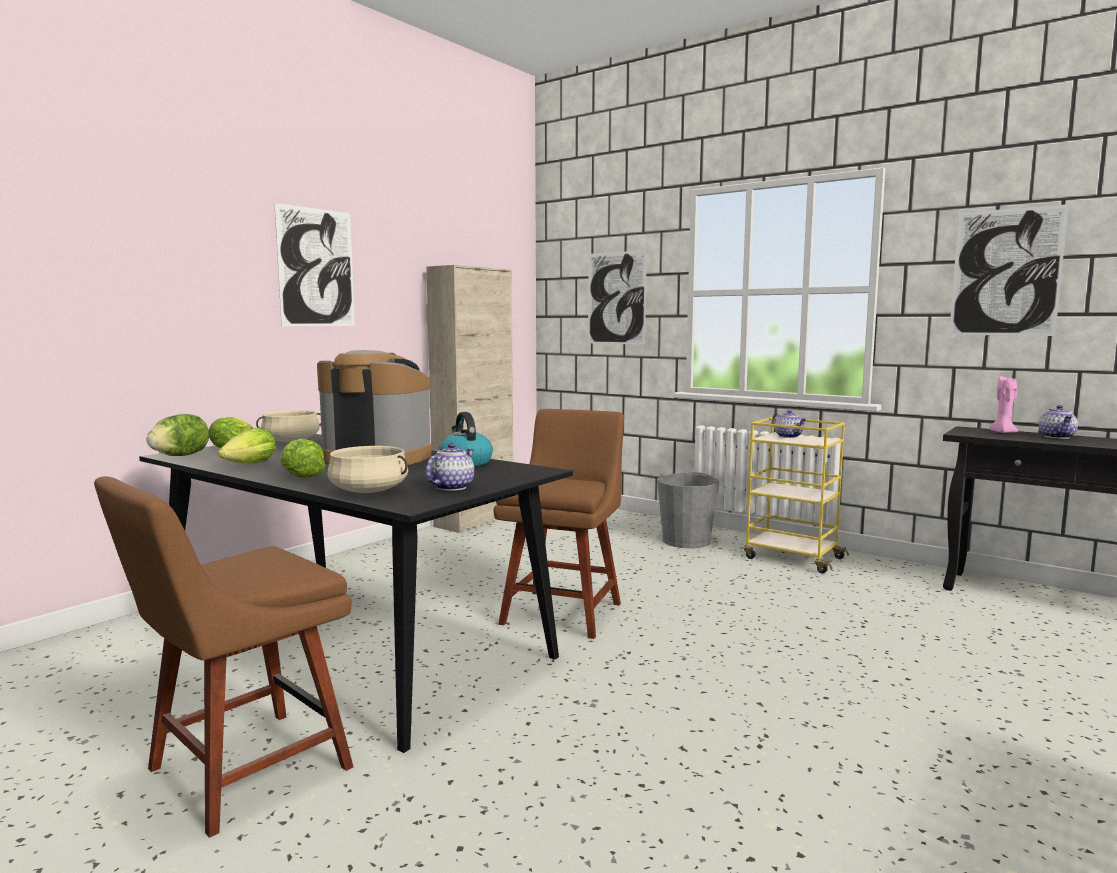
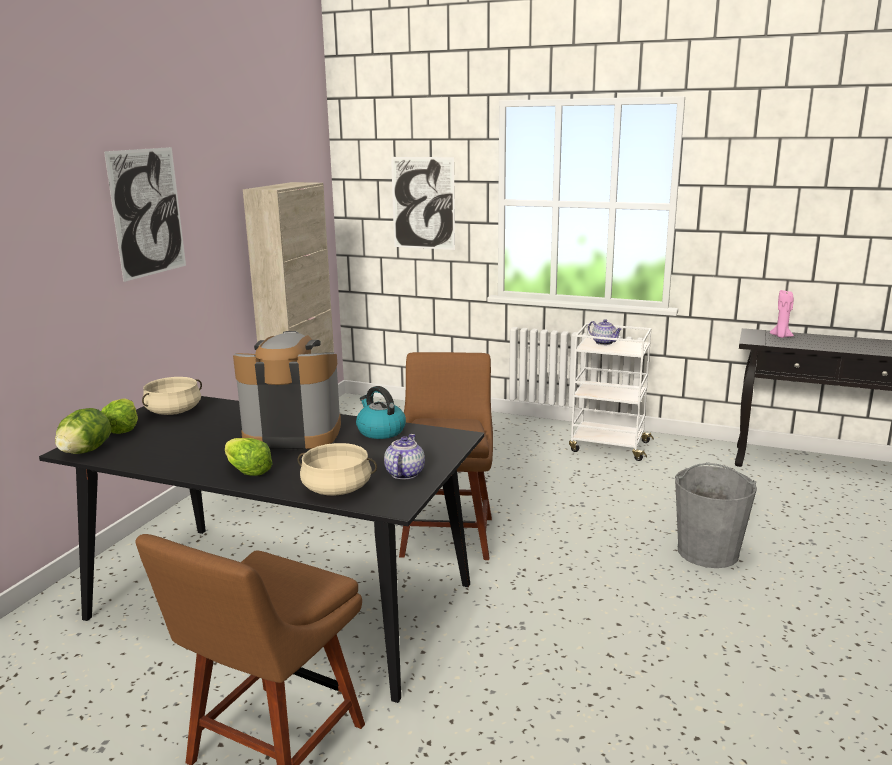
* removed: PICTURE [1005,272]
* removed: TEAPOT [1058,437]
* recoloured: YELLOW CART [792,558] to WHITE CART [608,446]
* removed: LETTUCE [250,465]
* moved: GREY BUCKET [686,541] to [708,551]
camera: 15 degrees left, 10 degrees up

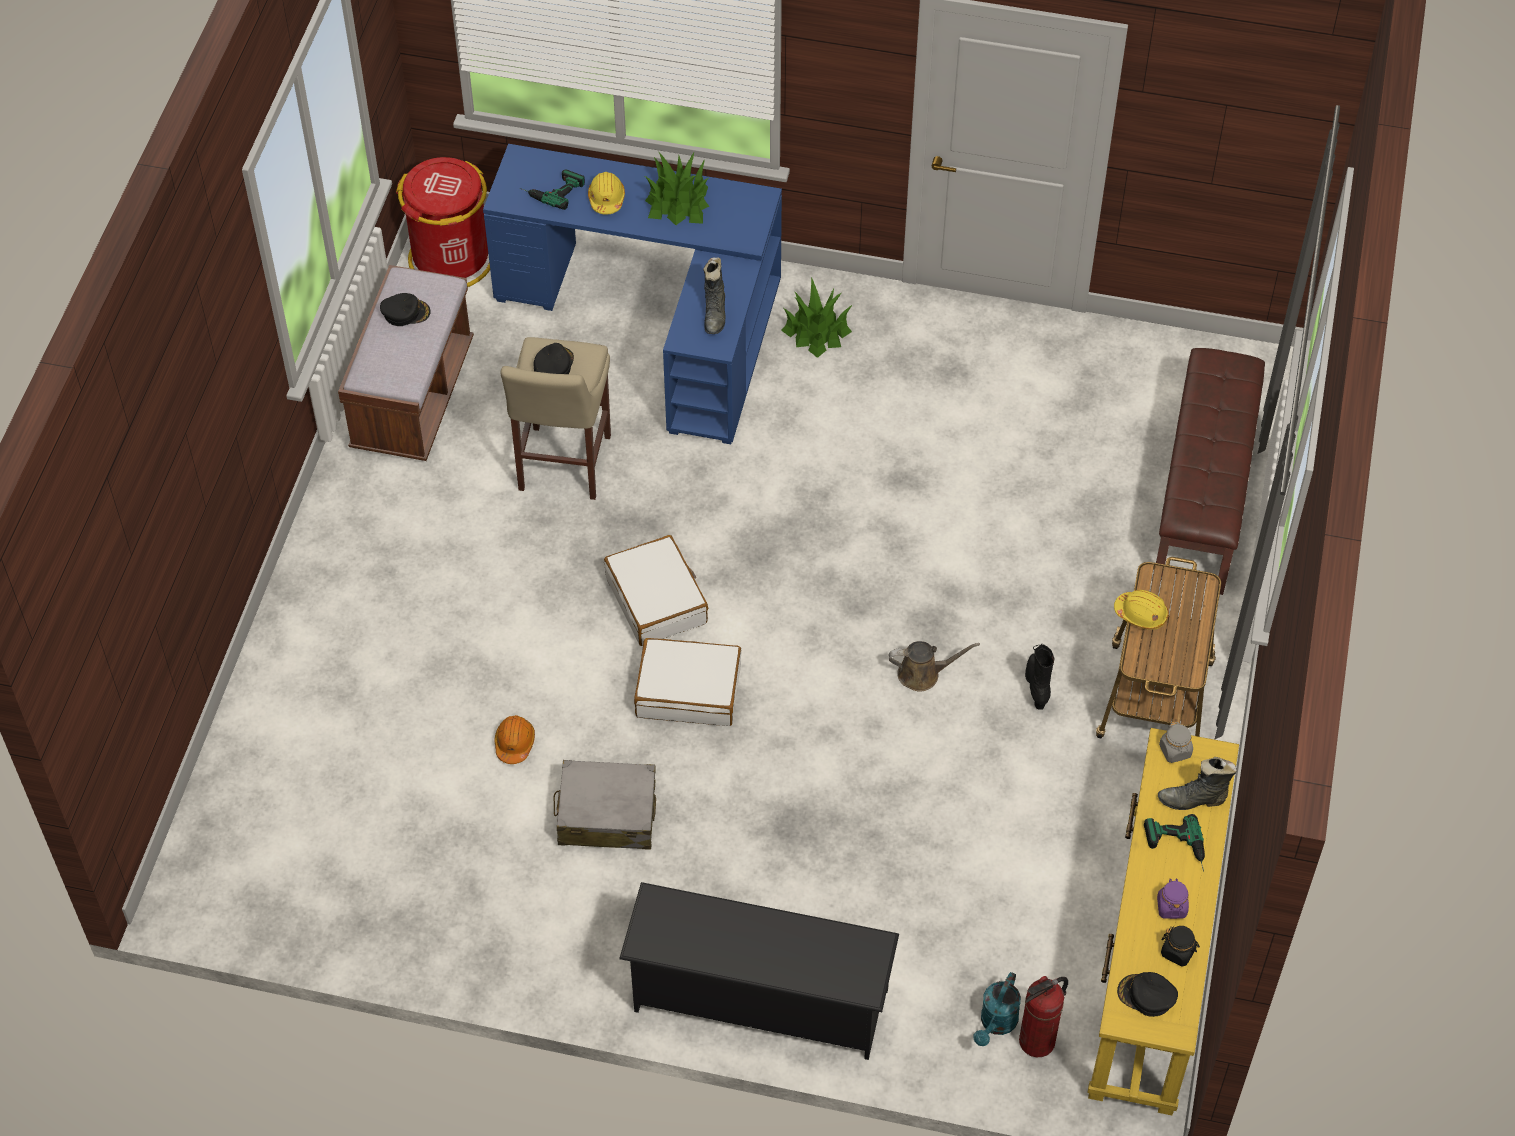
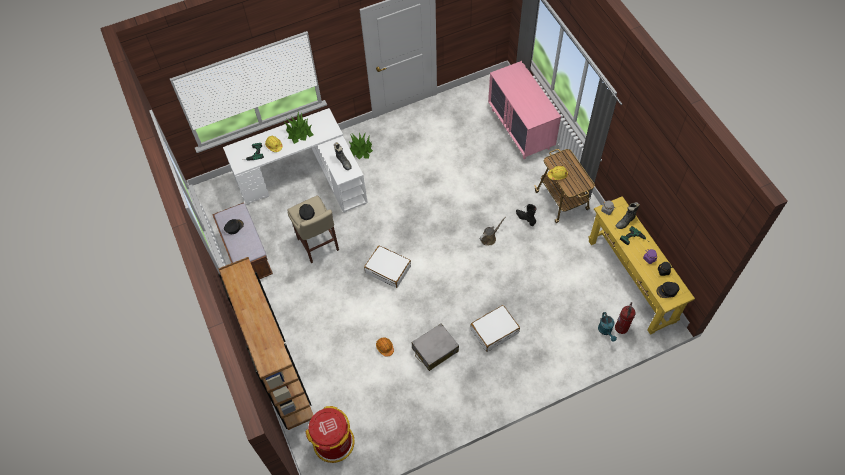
* recoloured: BLUE DESK [658,319] to WHITE DESK [306,177]
* moved: RED TRASH CAN [451,259] to [334,442]
* replaced: BROWN BENCH [1203,497] to PINK DRESSER [520,129]
* moved: WHITE SUITCASE [688,691] to [494,331]
* removed: BLACK SHOE RACK [759,1000]
* added: BROWN BOOKCASE [283,378]
camera: 35 degrees left, 5 degrees up

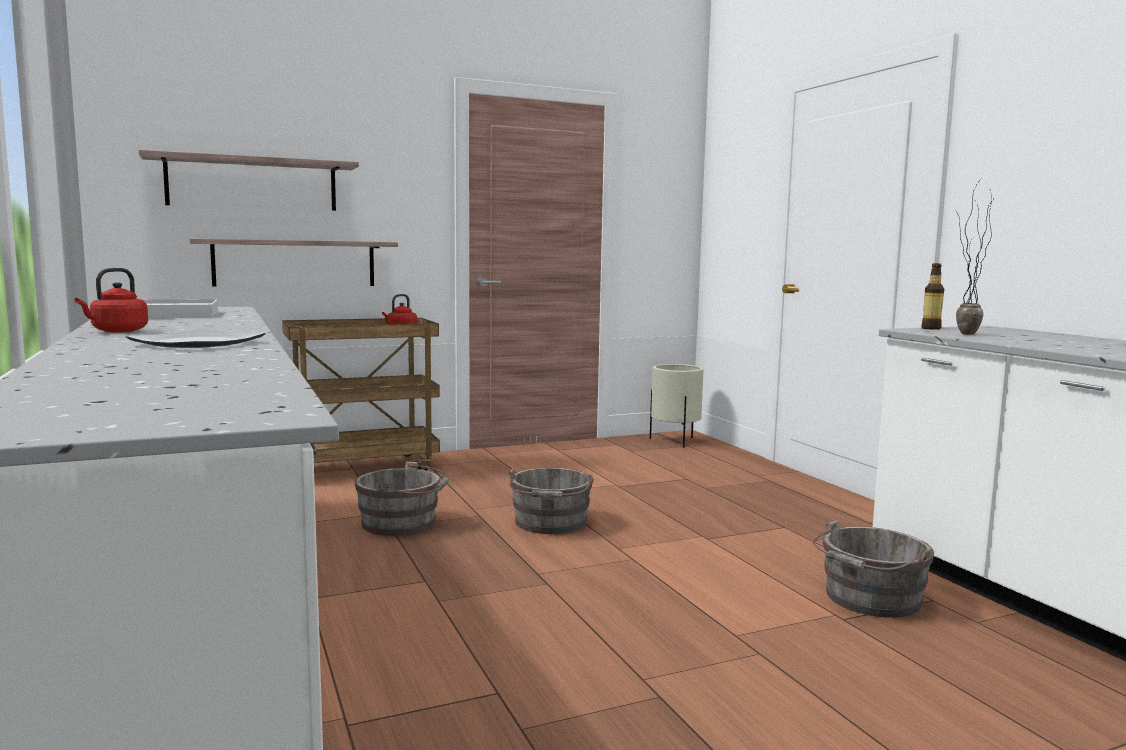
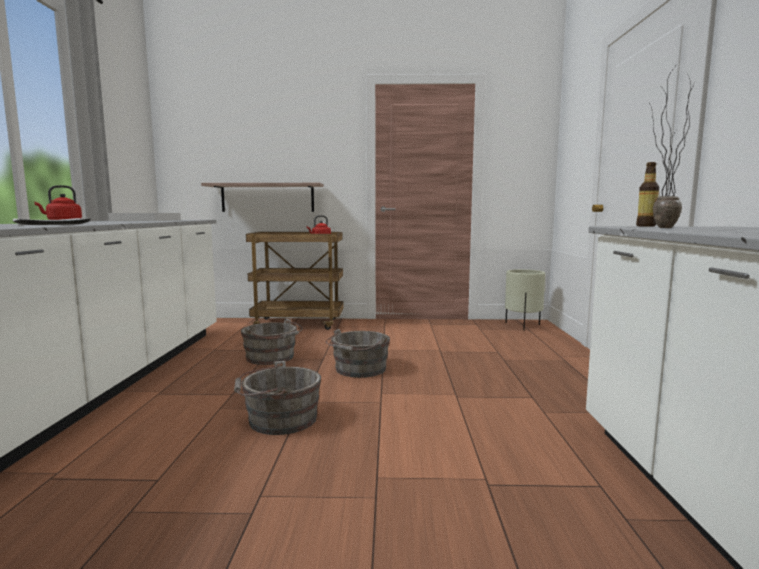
* removed: SHELF [252,184]
* moved: GREY BUCKET [869,599] to [278,420]
camera: 25 degrees right, 0 degrees up

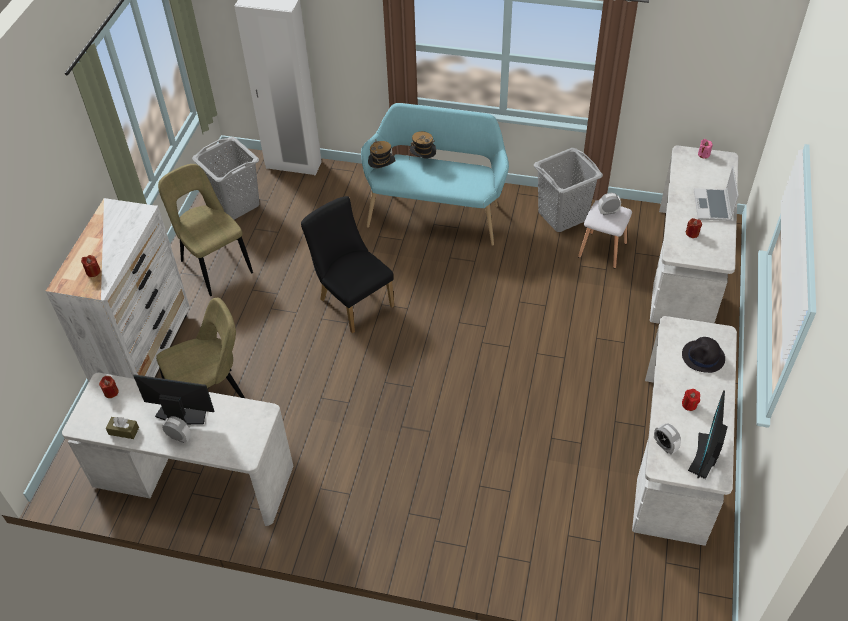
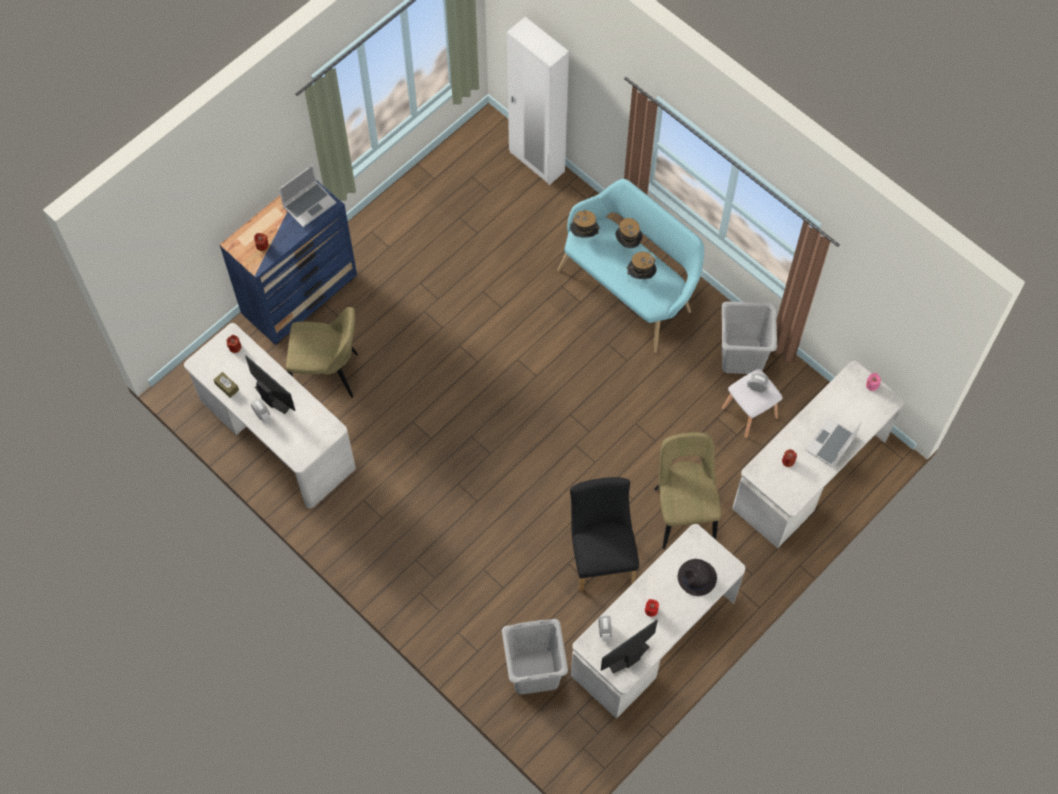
* moved: GREY LAUNDRY BASKET [236,204] to [534,671]
* moved: BEIGE CHAIR [214,265] to [683,512]
* moved: BLACK CHAIR [352,300] to [601,554]
* recoloured: WHITE DRESSER [145,351] to BLUE DRESSER [301,297]
* added: LAPTOP [309,204]
* added: HAT [641,275]
camera: 30 degrees right, 15 degrees up

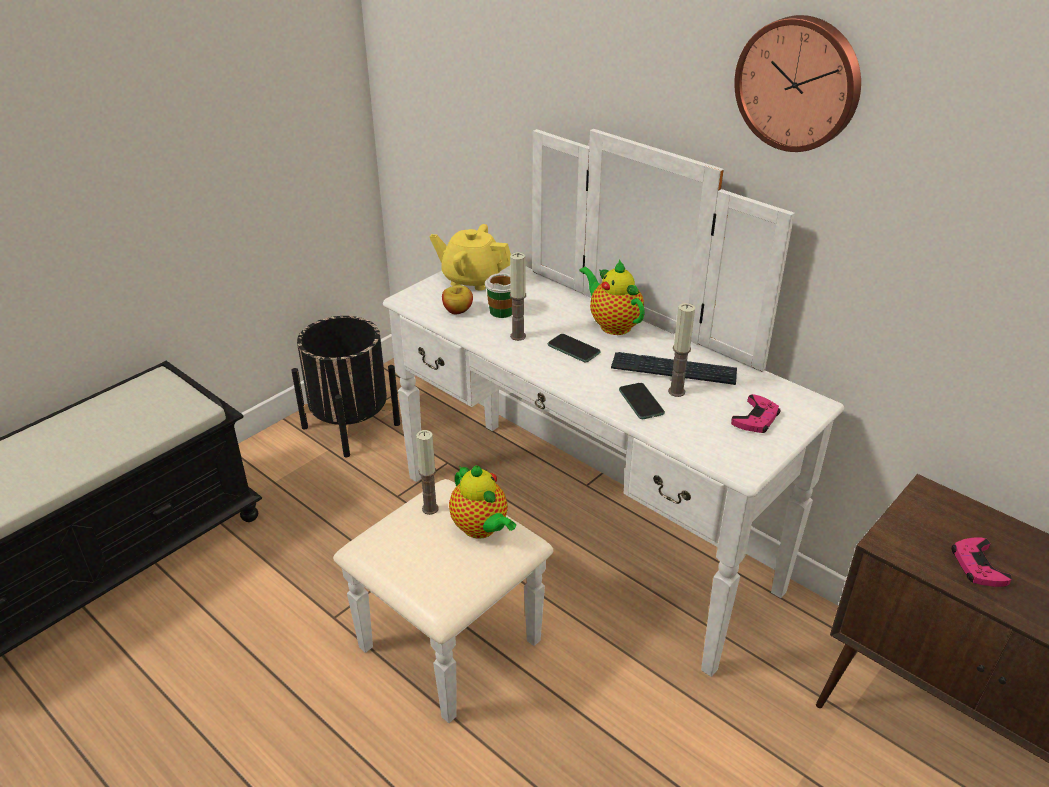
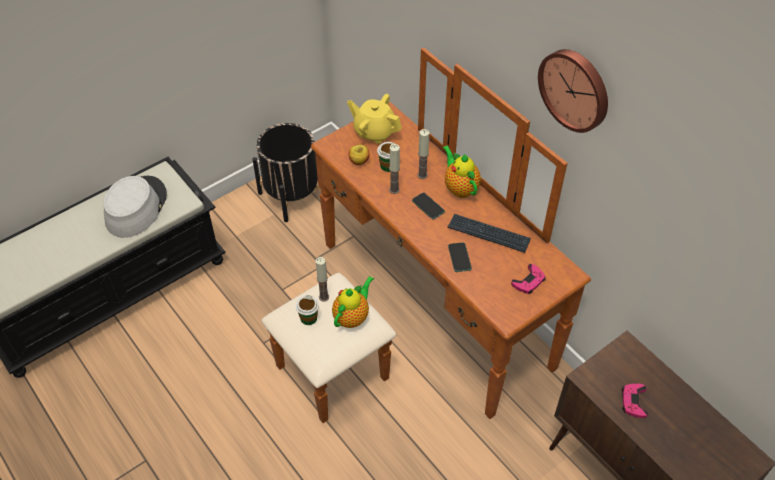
* recoloured: WHITE DRESSER [558,555] to BROWN DRESSER [413,319]
* moved: CANDLE [676,391] to [422,175]
* turned: TEAPOT [481,529] = [352,316] 120 degrees counterclockwise
* added: GREY HAT [135,207]
* added: CUP [308,318]
camera: 10 degrees right, 15 degrees up

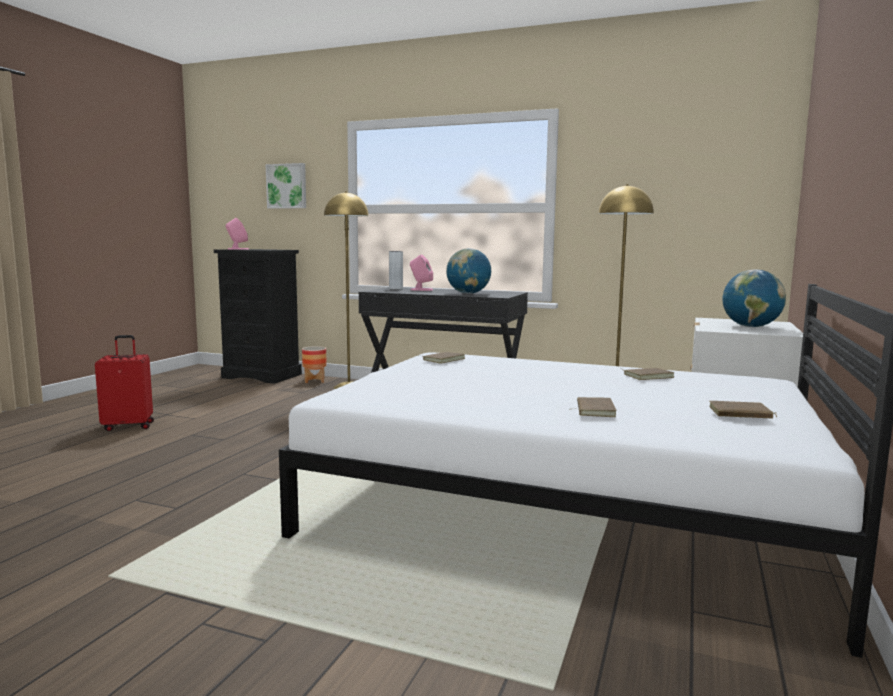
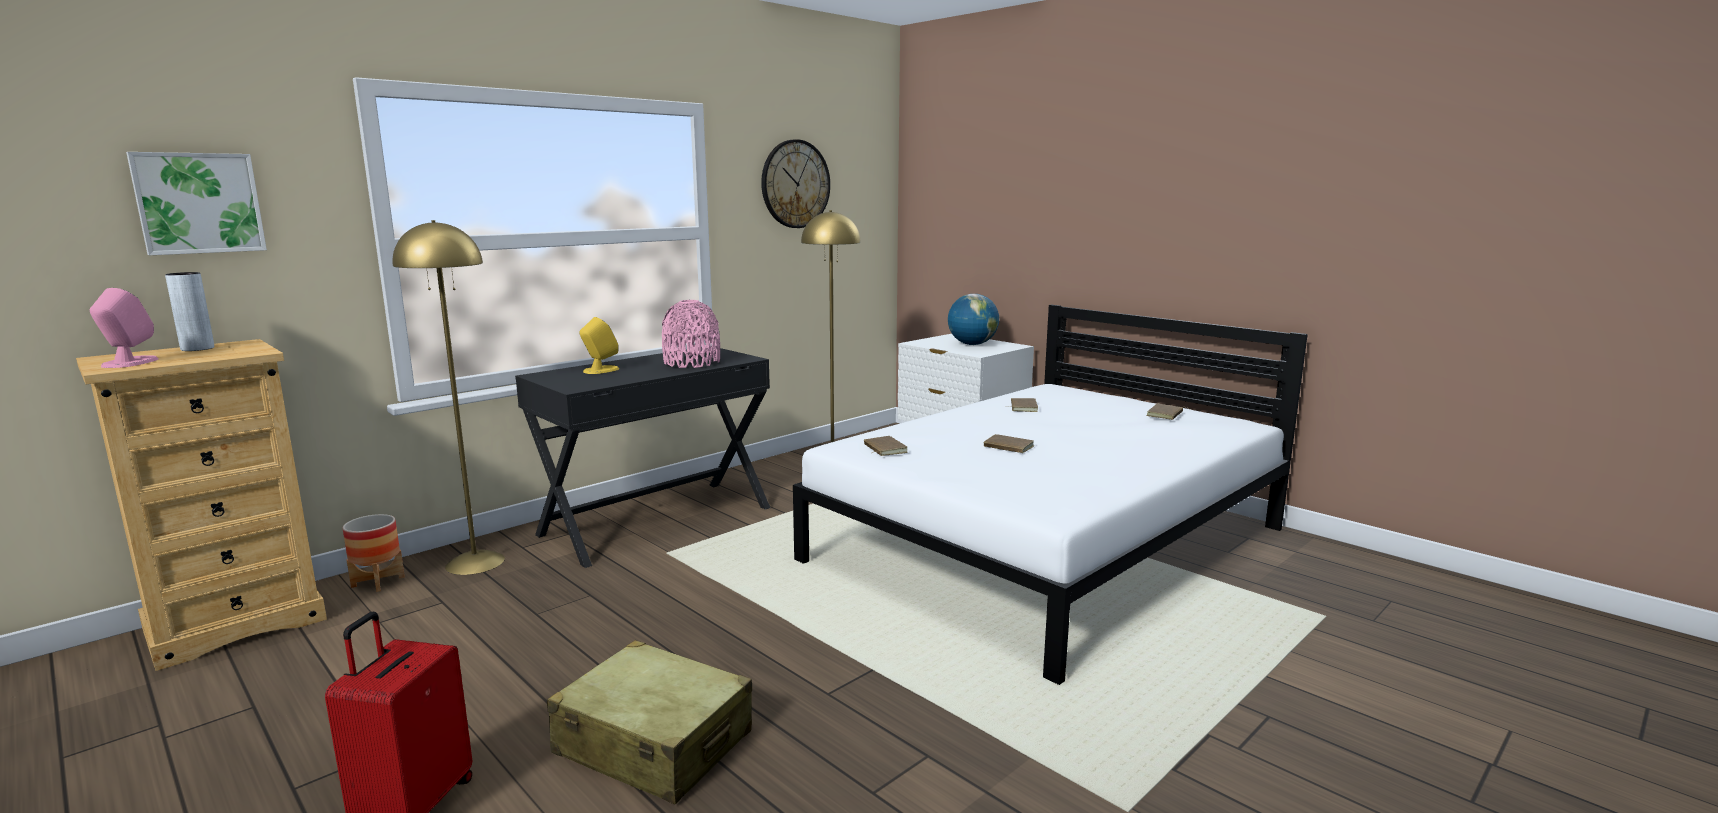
* replaced: GLOBE [468,293] to PINK VASE [692,362]
* recoloured: BLACK DRESSER [262,376] to BEIGE DRESSER [237,624]
* moved: GREY VASE [396,289] to [197,348]
* recoloured: PINK SPEAKER [421,290] to YELLOW SPEAKER [600,370]
* moved: BROWN BOOK [593,410] to [1007,447]
* added: WALL CLOCK [795,184]
* added: BEIGE SUITCASE [654,743]
camera: 65 degrees left, 5 degrees up

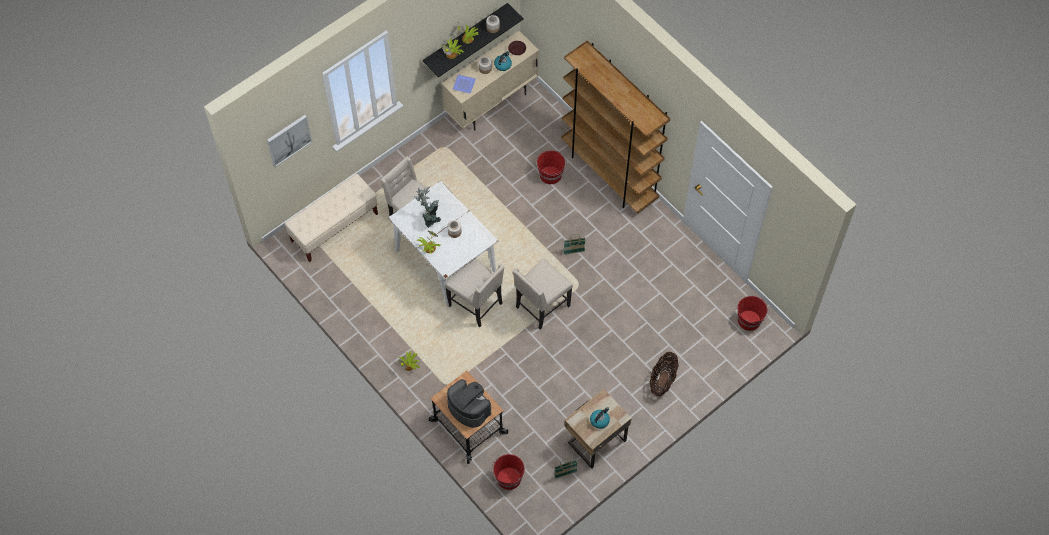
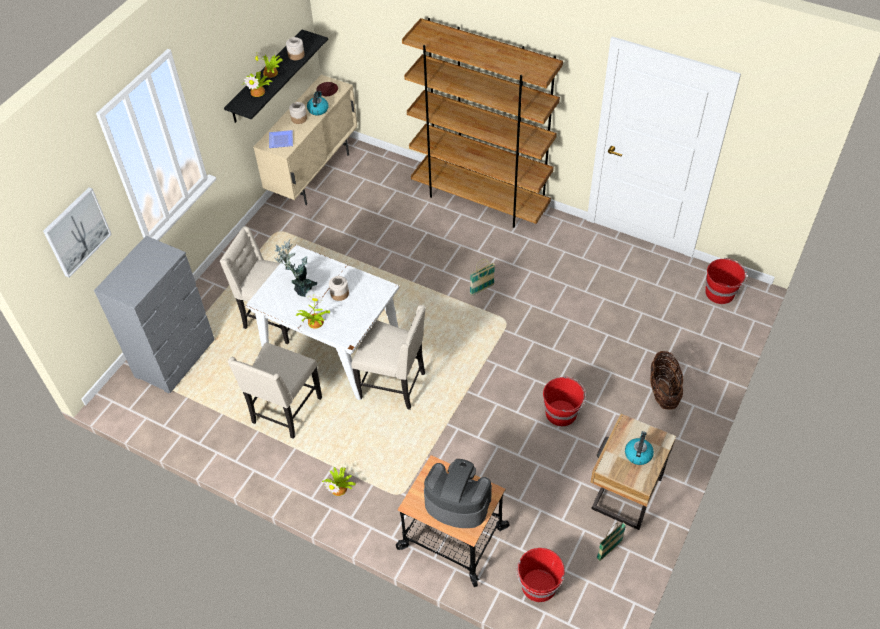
* moved: RED BUCKET [551,175] to [561,413]
* replaced: BEIGE BENCH [334,227] to GREY DRESSER [175,358]
* moved: BEIGE CHAIR [541,307] to [285,411]
camera: 20 degrees left, 10 degrees down

